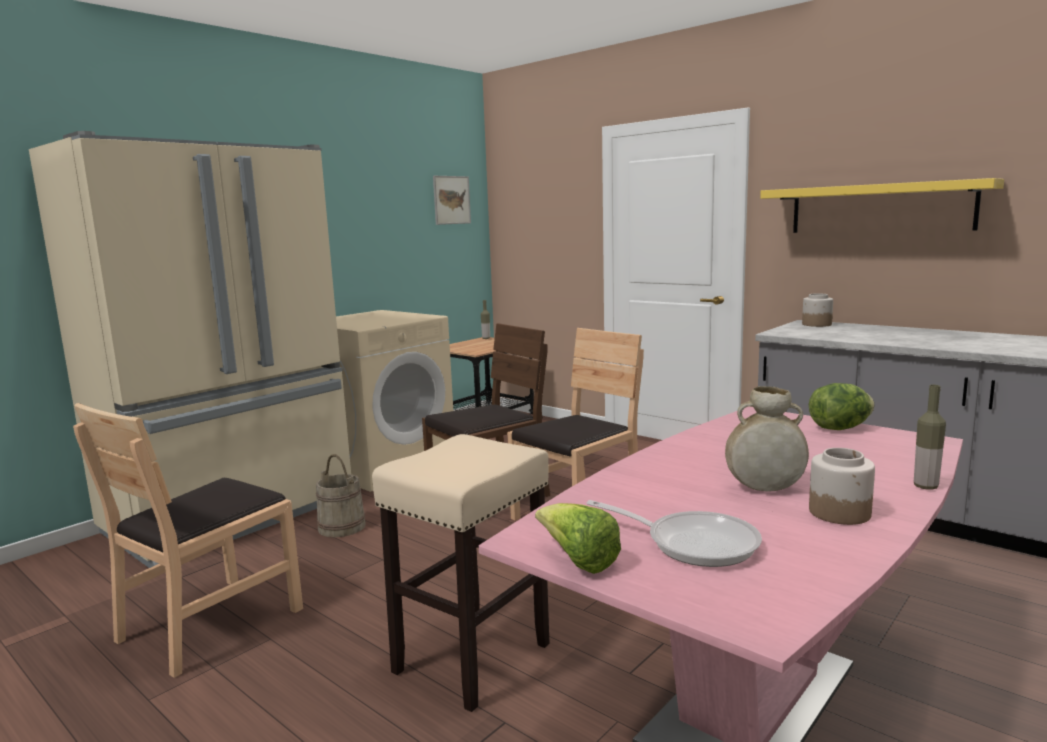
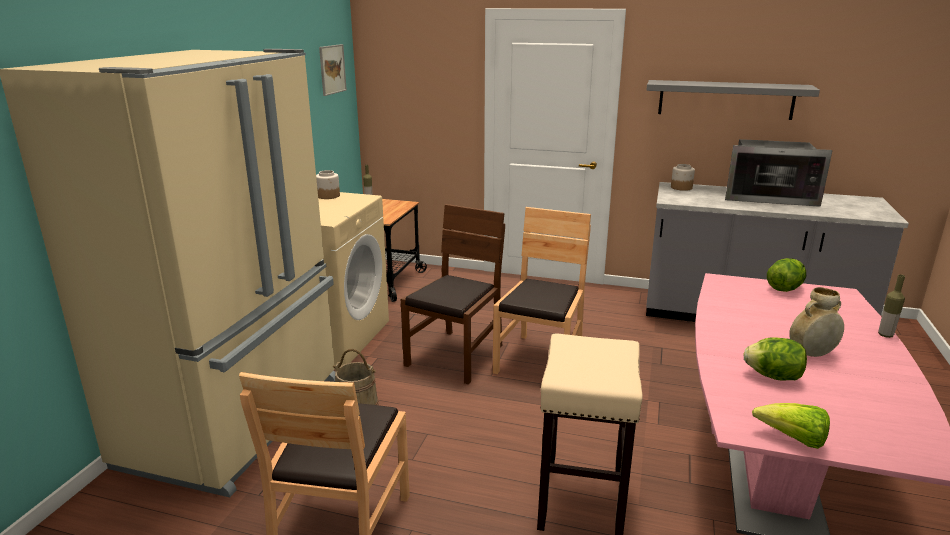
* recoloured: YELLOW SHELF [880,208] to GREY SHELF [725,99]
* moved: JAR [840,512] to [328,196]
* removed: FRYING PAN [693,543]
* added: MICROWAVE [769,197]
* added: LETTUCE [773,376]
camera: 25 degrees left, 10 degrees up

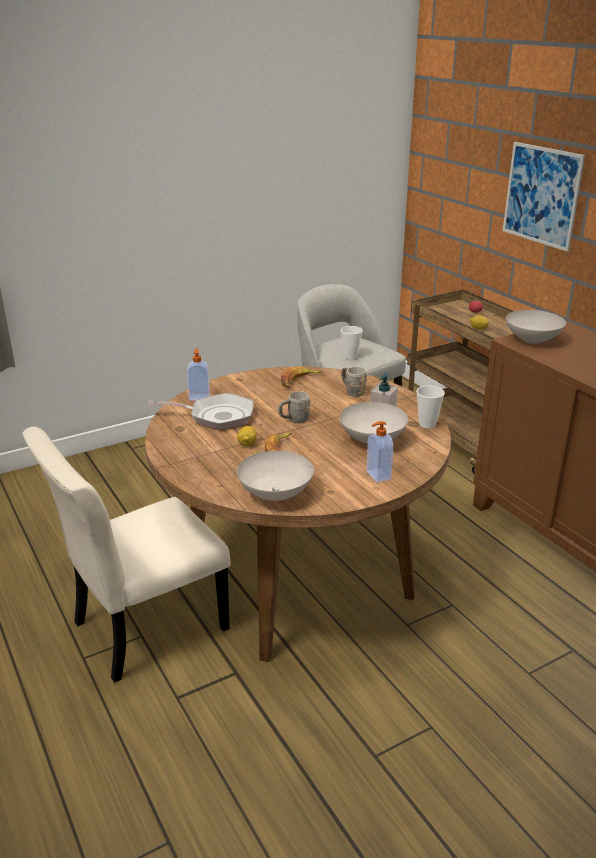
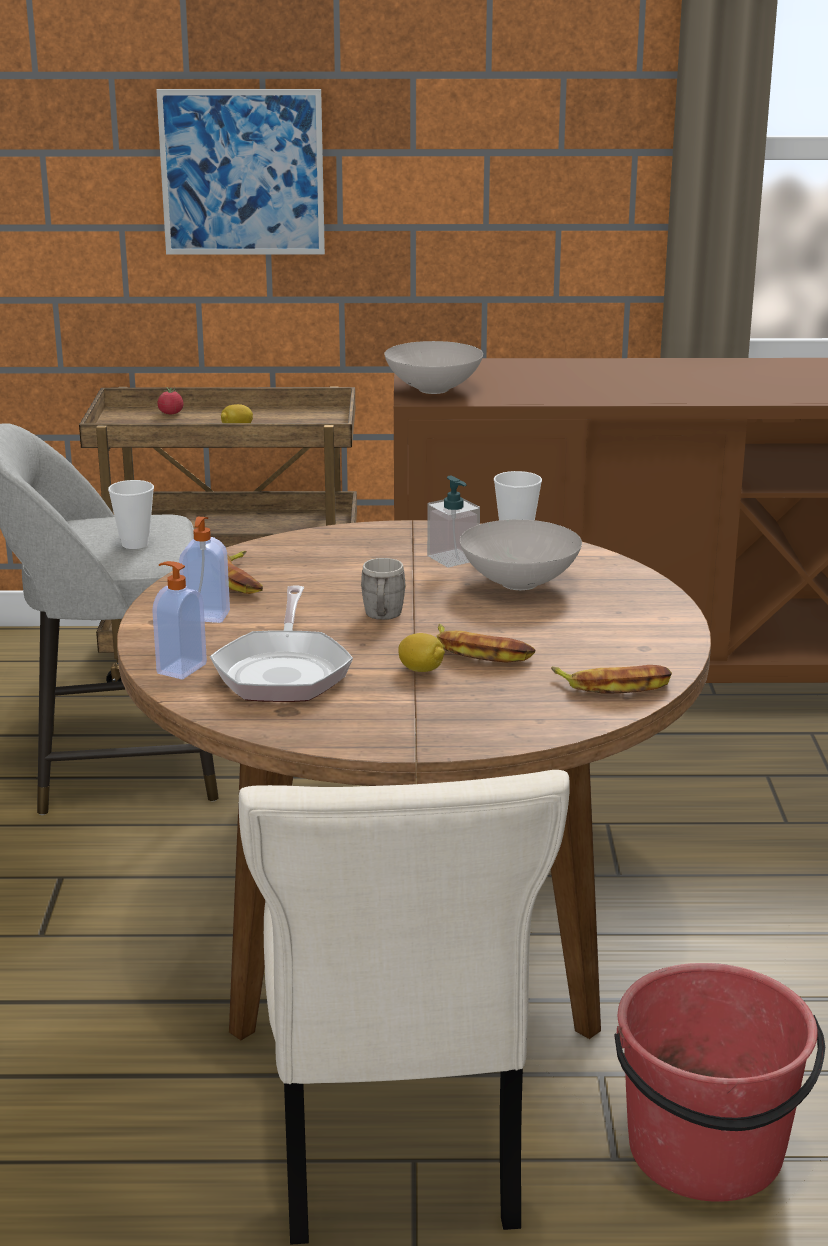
* removed: GREY MUG [352,391]
* turned: FRYING PAN [216,416] = [283,671] 150 degrees clockwise
* moved: SOAP DISPENSER [377,475] to [206,617]
* replaced: WHITE BOWL [276,494] to BANANA [614,685]
* added: RED BUCKET [706,1152]
camera: 60 degrees left, 5 degrees down

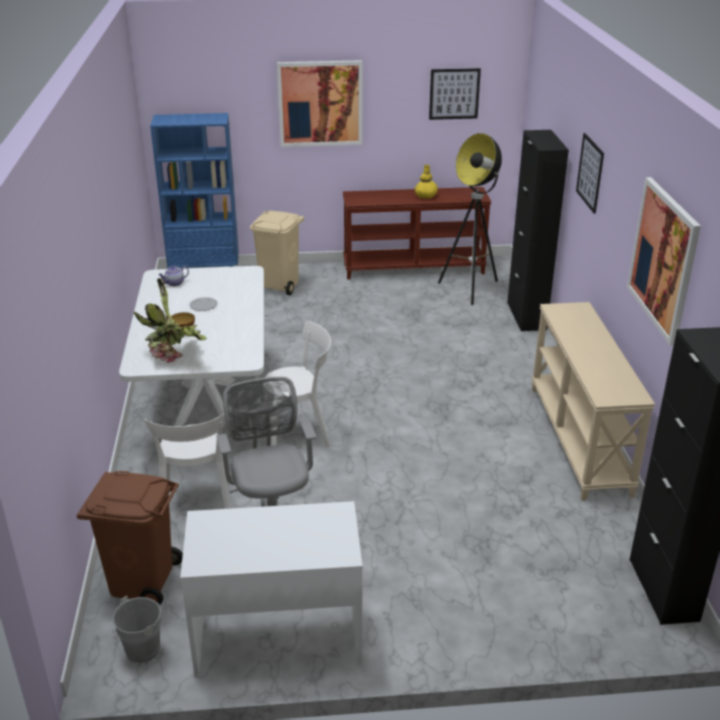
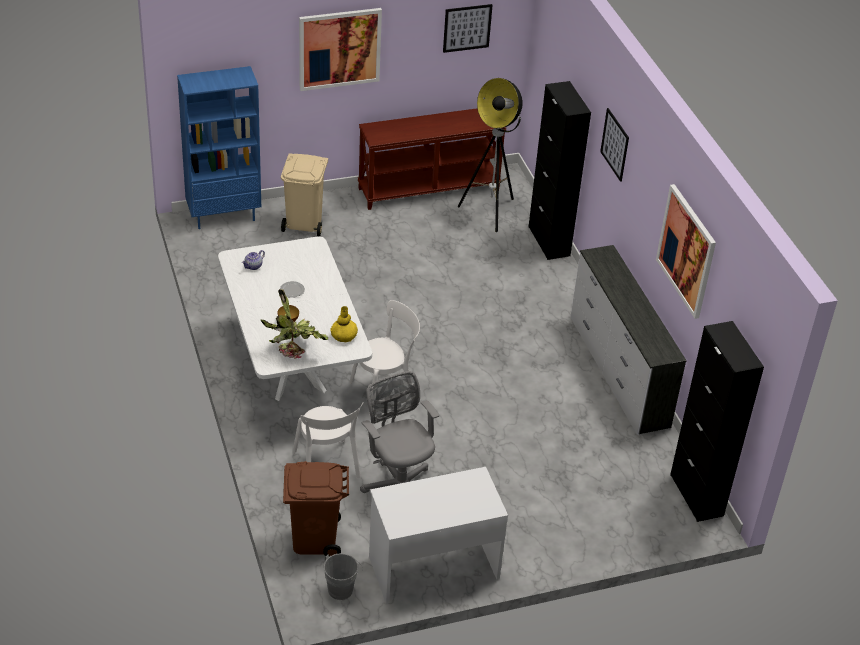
* moved: YELLOW VASE [425,196] to [344,336]
* replaced: BEIGE CONSOLE TABLE [580,439] to WHITE DRESSER [618,371]
camera: 15 degrees left, 10 degrees up

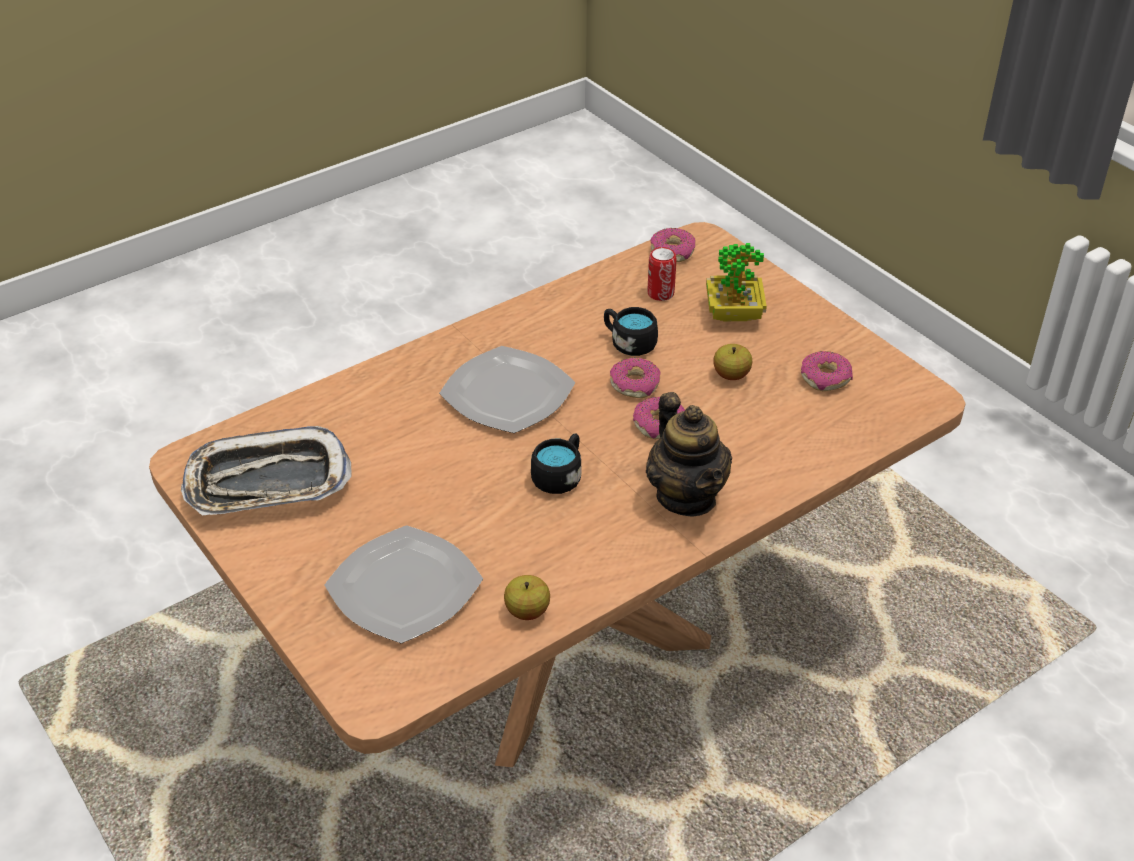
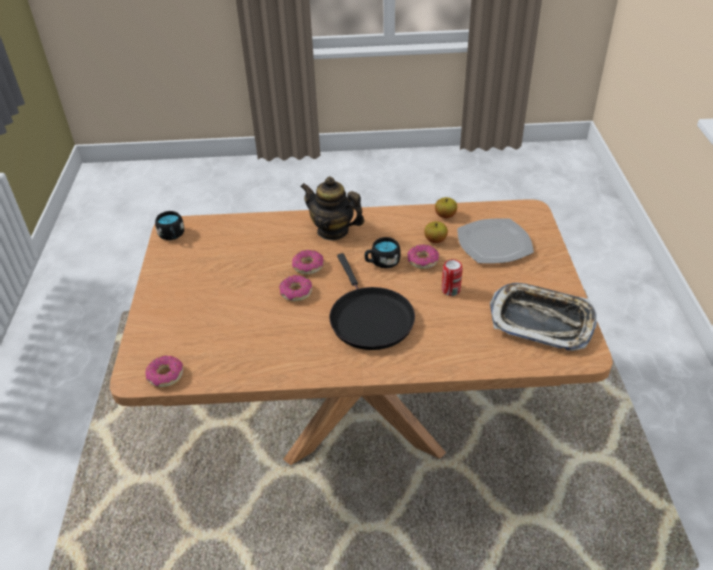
* removed: POTTED PLANT [734,314]
* moved: CAN [660,293] to [450,290]
* moved: BLACK MUG [628,343] to [172,236]
* moved: APPLE [731,375] to [435,240]
* replaced: PLATE [507,392] to BLACK FRYING PAN [369,318]
* moved: DONUT [825,378] to [422,261]
* turned: TEAPOT [686,496] = [333,231] 75 degrees counterclockwise
camera: 145 degrees left, 0 degrees up

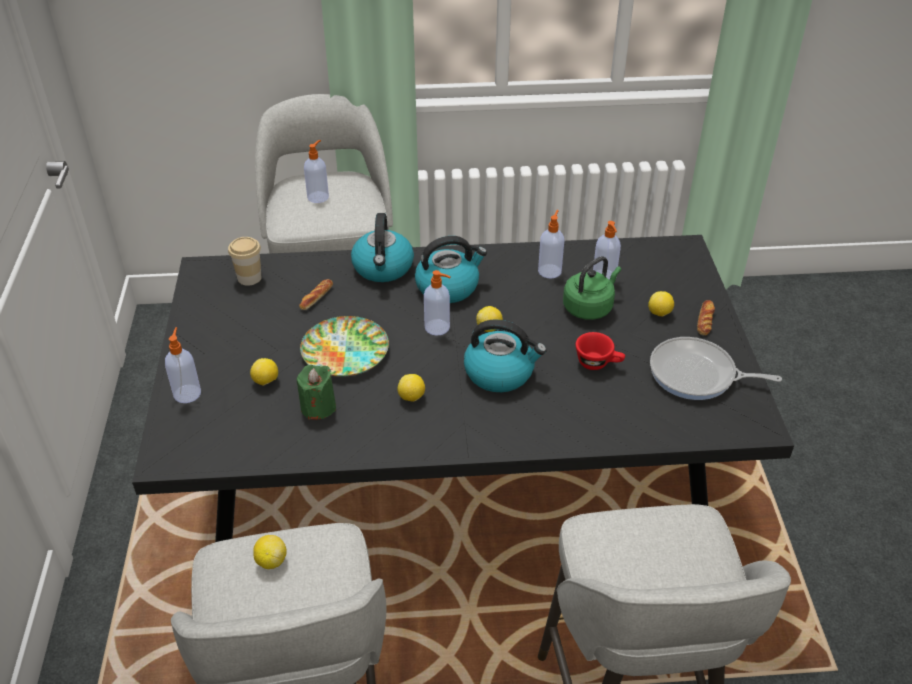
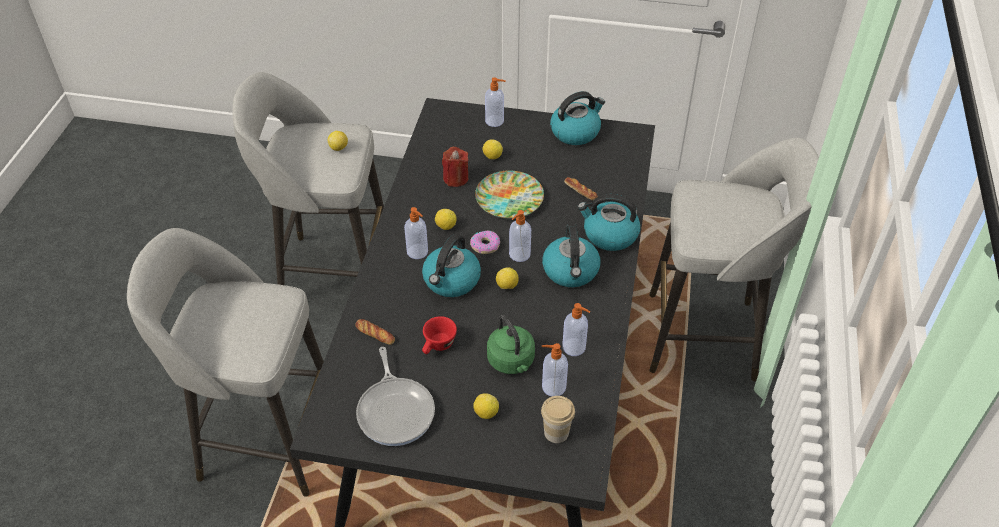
* moved: SOAP DISPENSER [318,197] to [418,252]
* moved: CUP [249,278] to [556,432]
* moved: BREAD [705,320] to [375,334]
* turned: FRYING PAN [697,375] = [396,411] 135 degrees clockwise
* recoloured: GREEN CANDLE [318,407] to RED CANDLE [456,178]
* added: KETTLE [575,132]
* added: DONUT [485,245]
camera: 105 degrees right, 5 degrees up

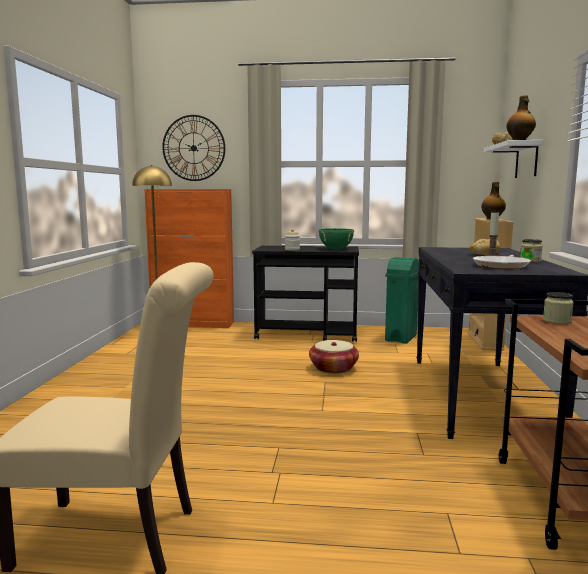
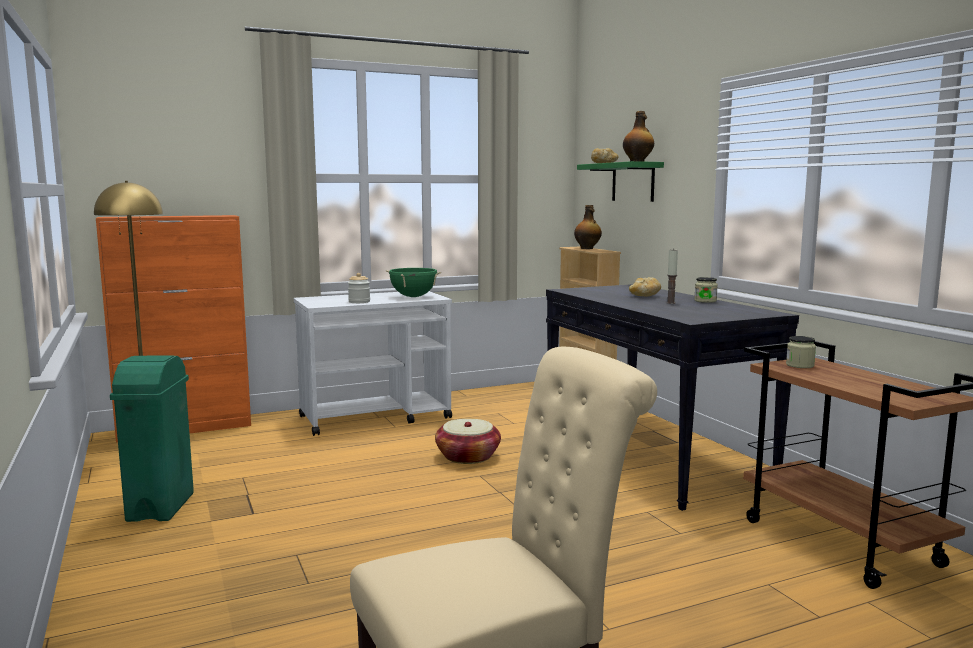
* removed: WALL CLOCK [193,148]
* recoloured: WHITE SHELF [526,160] to GREEN SHELF [633,182]
* recoloured: BLACK CART [307,334] to WHITE CART [376,417]
* removed: FRYING PAN [501,266]
* moved: GREEN TRASH CAN [400,338] to [160,507]
camera: 30 degrees left, 0 degrees up

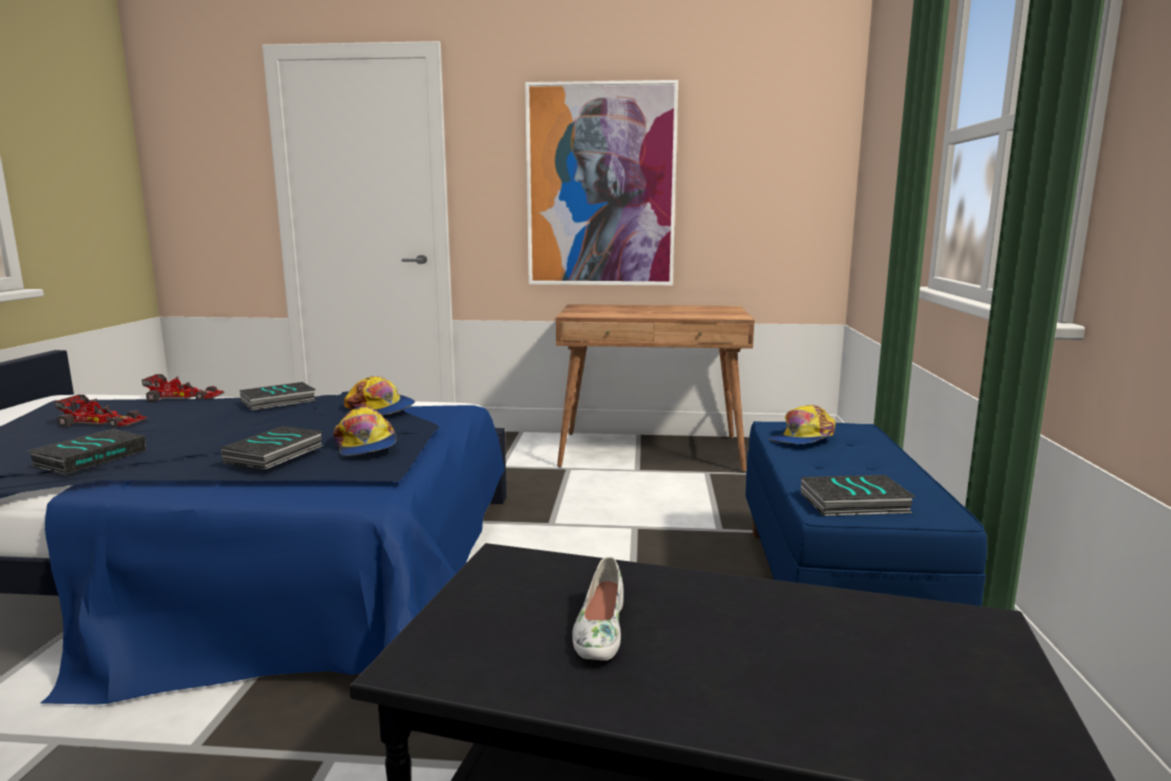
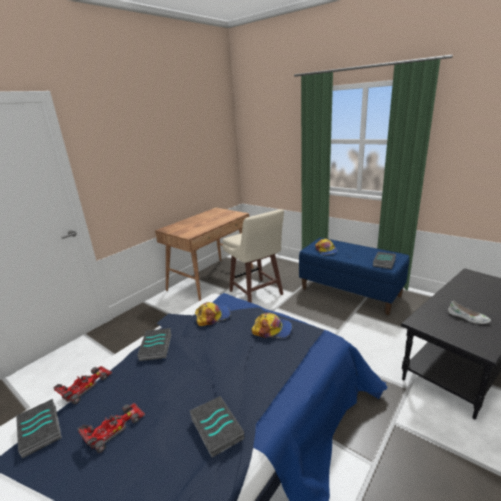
* removed: PICTURE [601,186]
* moved: BOOK [275,454] to [41,430]
* added: BEIGE STOOL [256,293]
camera: 55 degrees left, 10 degrees up

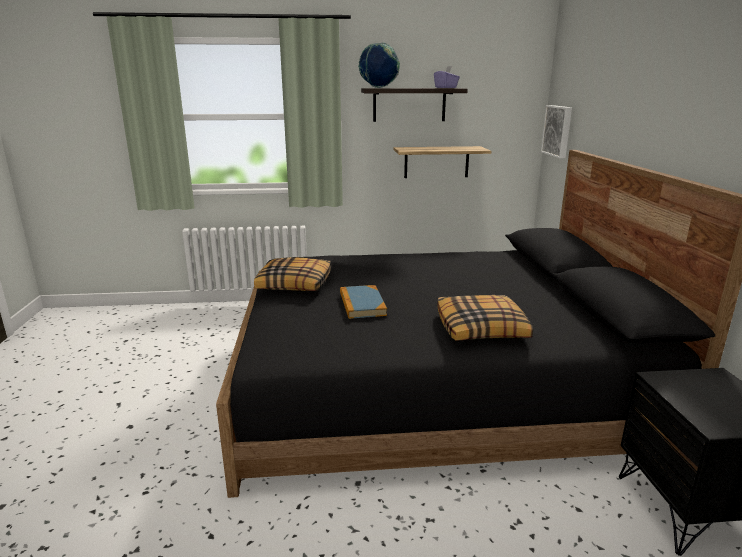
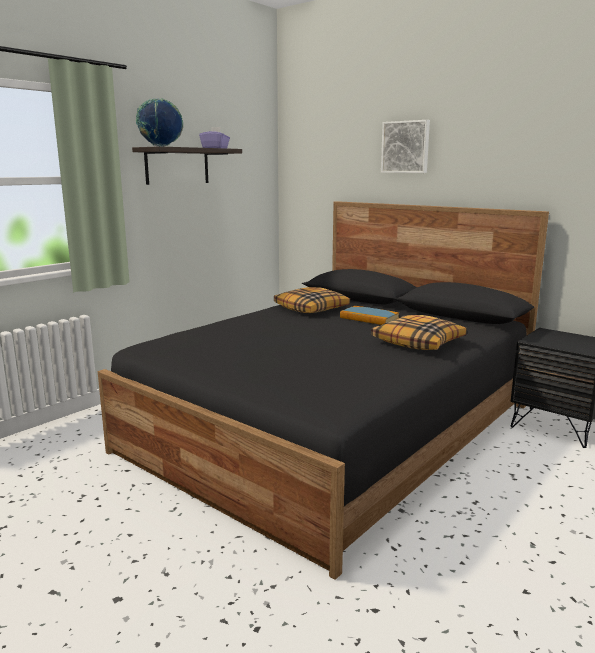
* moved: PICTURE [558,131] to [406,147]
* removed: SHELF [436,162]
* moved: PILLOW [295,284] to [311,309]
* moved: BOOK [362,304] to [369,318]
camera: 45 degrees left, 5 degrees down

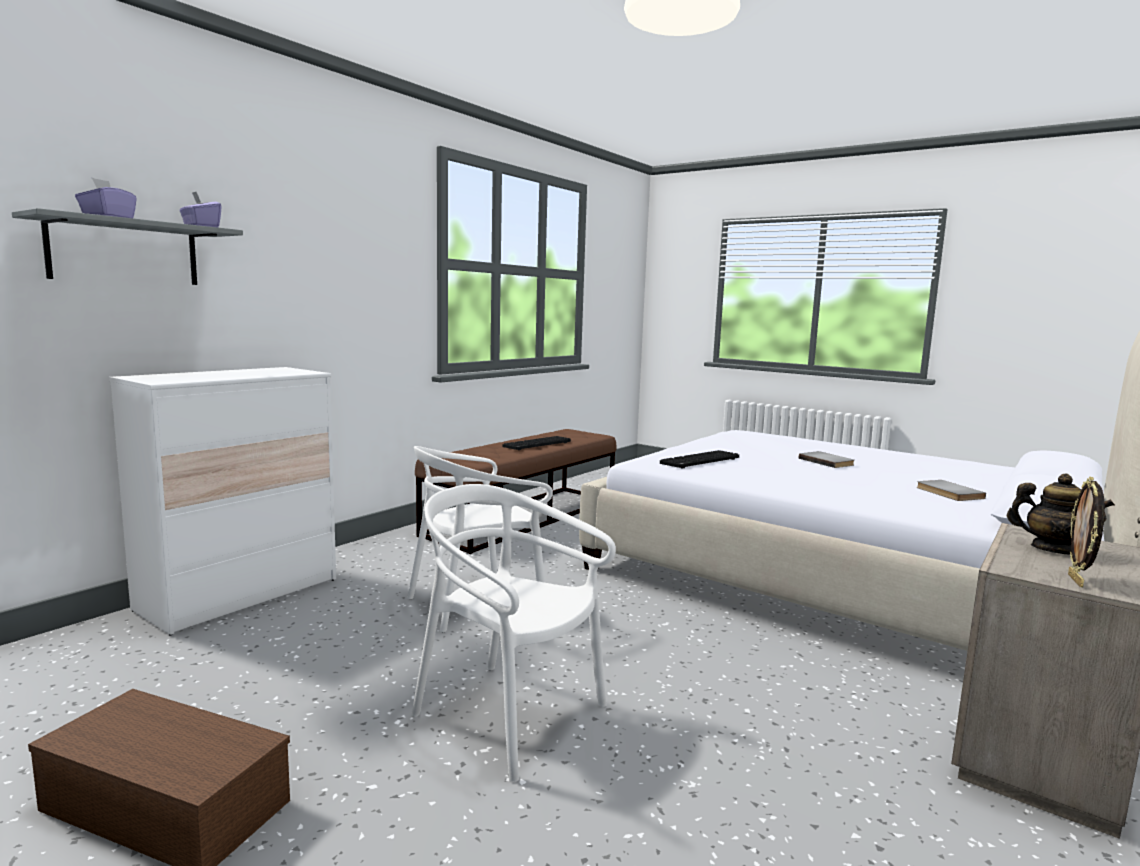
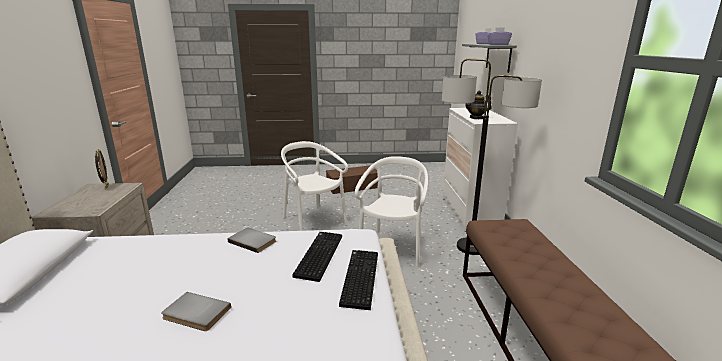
* moved: KEYBOARD [537,445] to [359,278]
* moved: TEAPOT [1053,549] to [476,118]
* moved: GREY BOOK [947,493] to [253,241]
* turned: WHITE CHAIR [508,715] = [313,221] 120 degrees counterclockwise
* added: FLOOR LAMP [471,247]
camera: 140 degrees right, 10 degrees up

